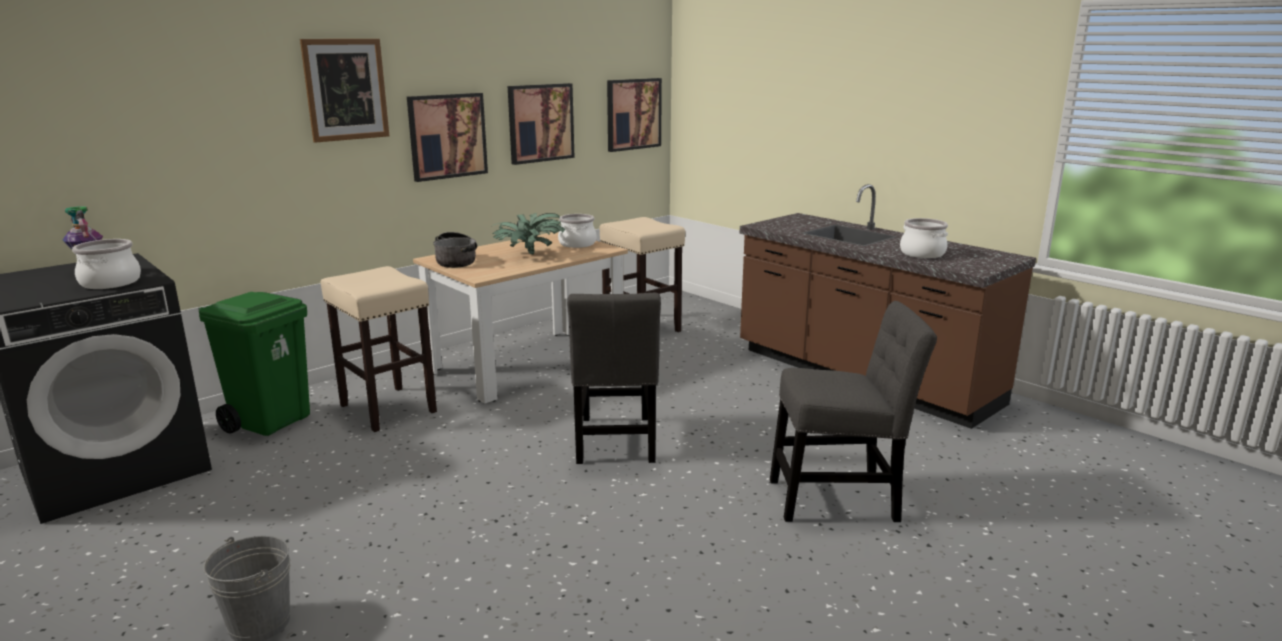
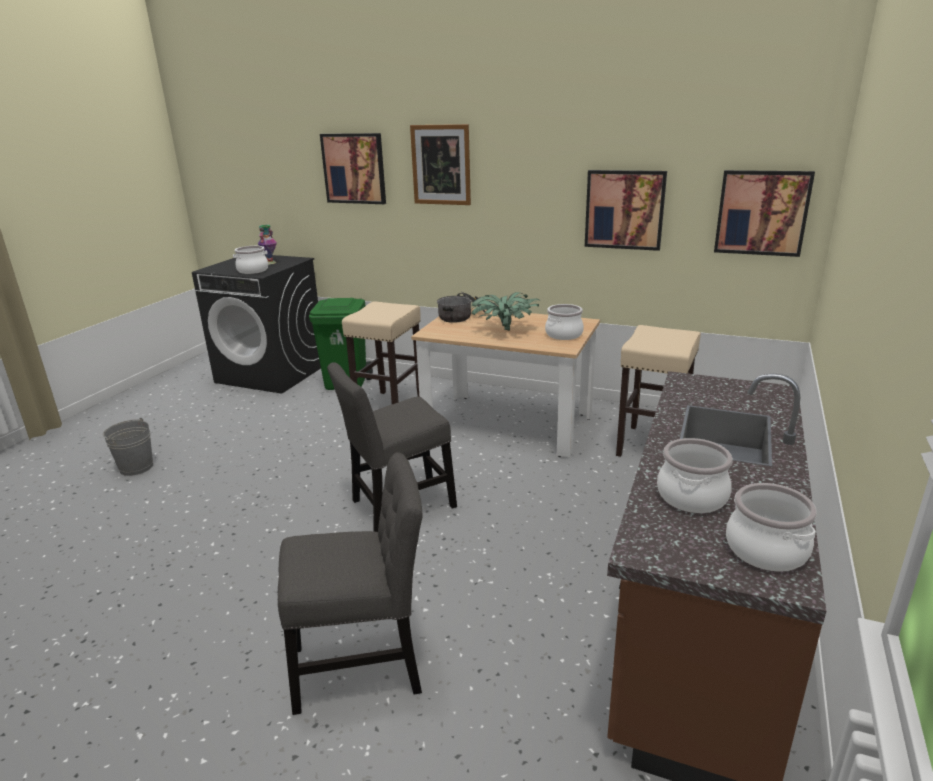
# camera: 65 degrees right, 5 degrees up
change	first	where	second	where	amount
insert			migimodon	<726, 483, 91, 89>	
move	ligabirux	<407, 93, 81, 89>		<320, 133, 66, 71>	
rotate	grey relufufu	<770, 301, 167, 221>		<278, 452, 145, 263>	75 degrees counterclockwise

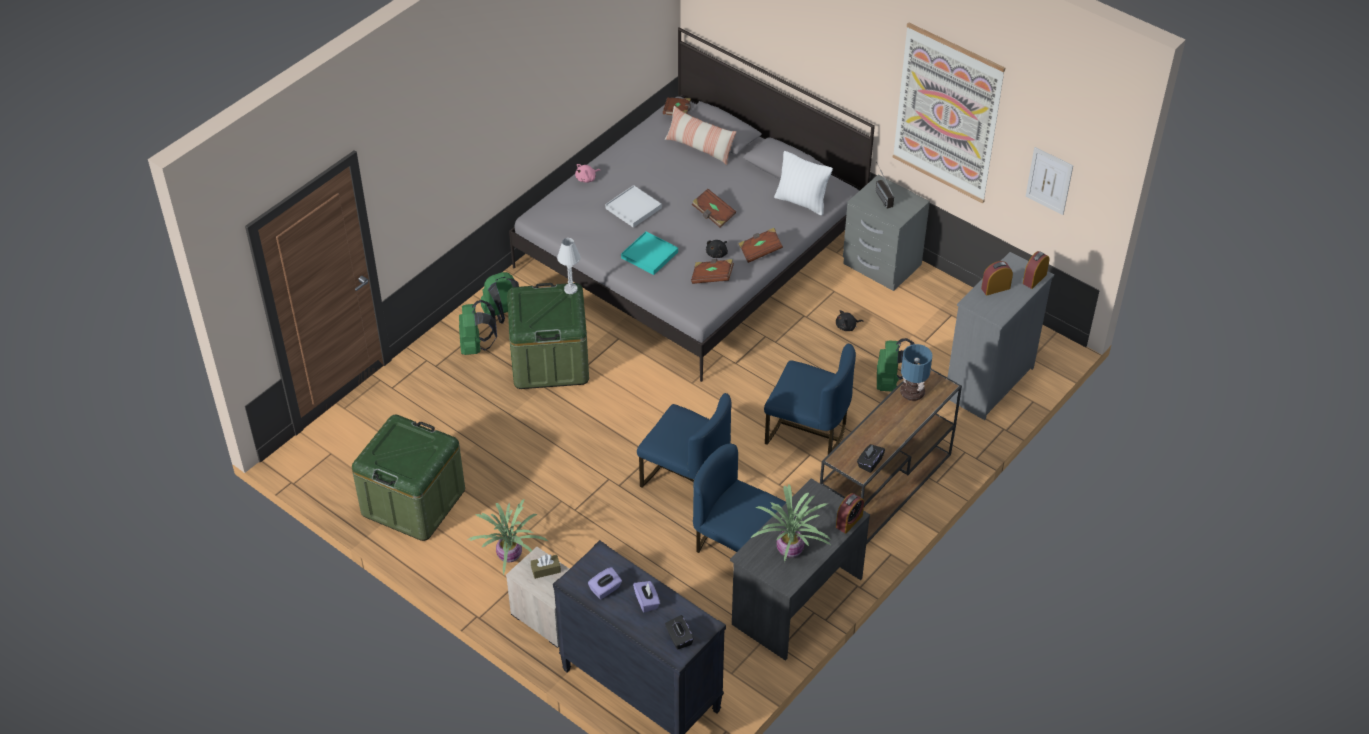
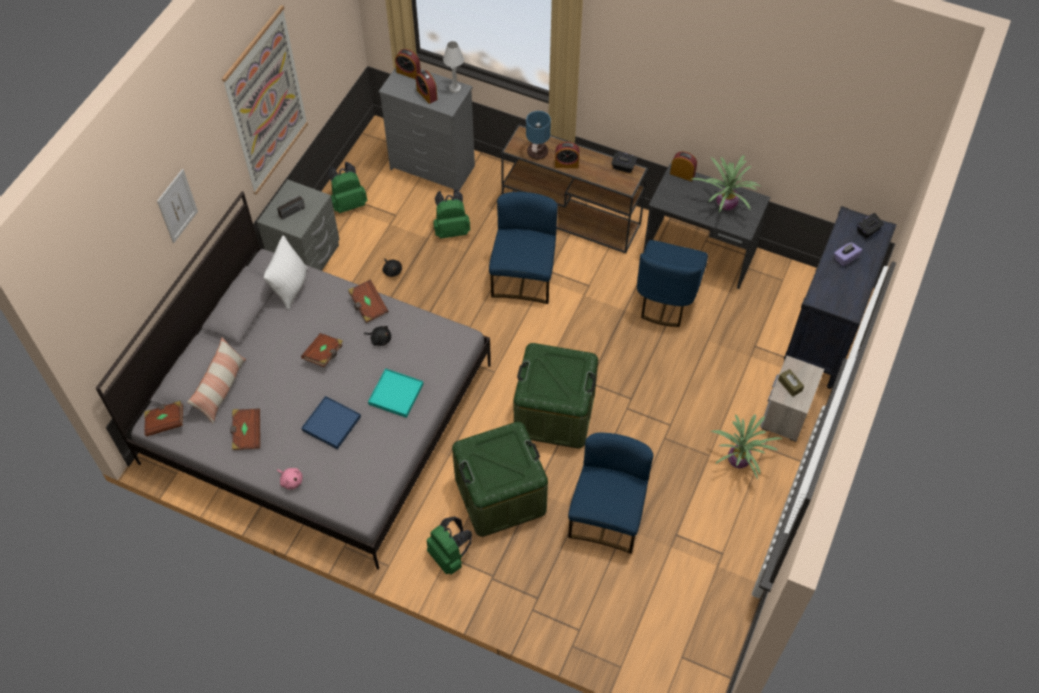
# camera: 105 degrees left, 10 degrees up
change	first	where	second	where	amount
delete	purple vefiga	<588, 567, 34, 32>			
insert			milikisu	<555, 142, 24, 27>	
move	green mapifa	<352, 415, 113, 126>		<514, 343, 84, 105>	
move	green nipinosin	<459, 300, 38, 55>		<328, 162, 39, 51>	
move	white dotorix	<557, 238, 24, 56>		<443, 41, 21, 52>	
move	blue relufufu	<637, 393, 94, 94>		<568, 432, 86, 122>	
move	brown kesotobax	<691, 259, 43, 25>		<230, 408, 30, 42>	
move	ligabirux	<1026, 147, 47, 68>		<157, 169, 41, 74>	
recolor	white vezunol	<605, 185, 57, 43>	blue vezunol	<302, 396, 59, 53>	

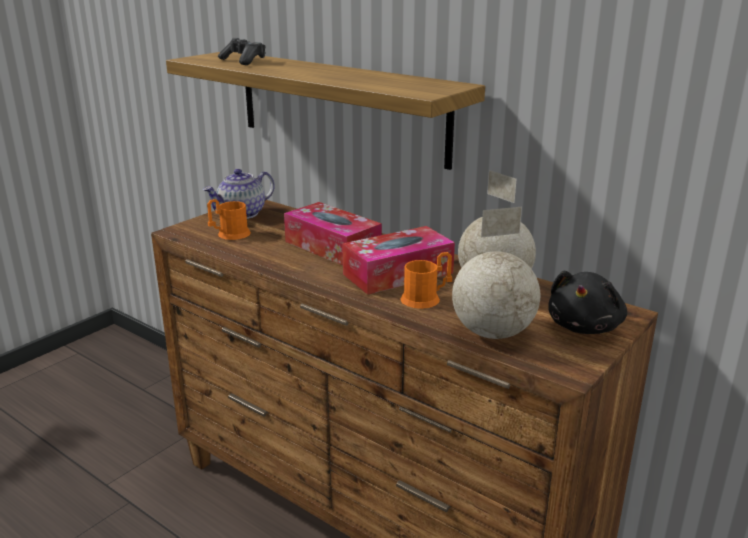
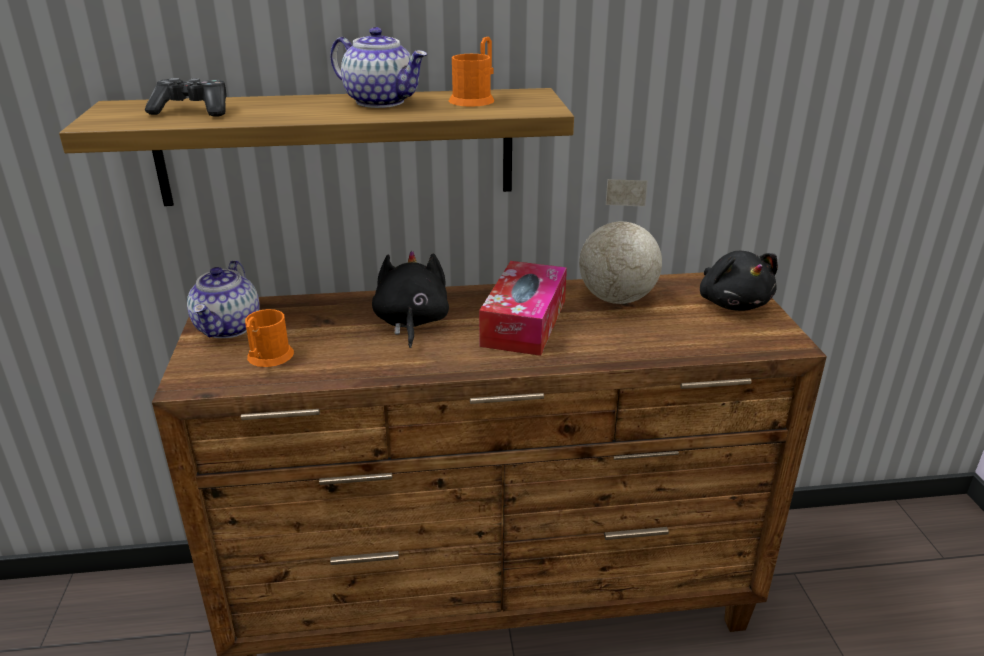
# camera: 45 degrees left, 5 degrees up
change	first	where	second	where	amount
delete	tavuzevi	<452, 207, 88, 132>			
insert			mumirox	<330, 27, 97, 81>	
move	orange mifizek	<400, 252, 52, 57>		<449, 37, 46, 70>	
replace	vefiga	<284, 202, 98, 63>	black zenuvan	<372, 251, 77, 97>	

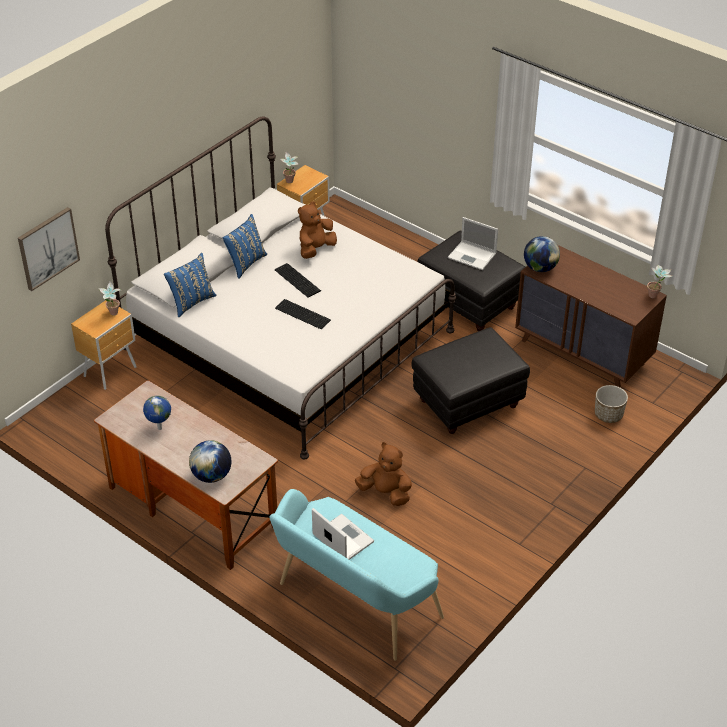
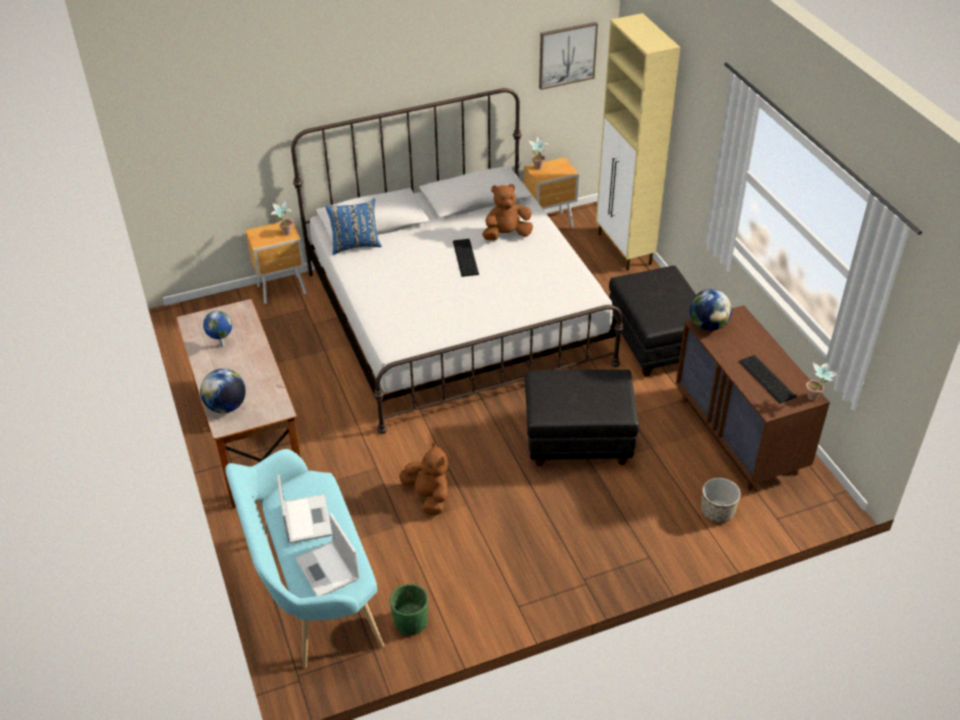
# camera: 30 degrees right, 0 degrees up
change	first	where	second	where	amount
delete	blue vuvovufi	<223, 214, 44, 65>			
insert			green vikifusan	<390, 584, 38, 51>	
insert			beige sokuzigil	<596, 13, 84, 258>	
move	ligabirux	<18, 207, 62, 84>		<539, 22, 59, 68>	
move	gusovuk	<275, 299, 56, 30>		<739, 355, 58, 48>	
move	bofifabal	<448, 217, 50, 53>		<295, 513, 64, 83>	

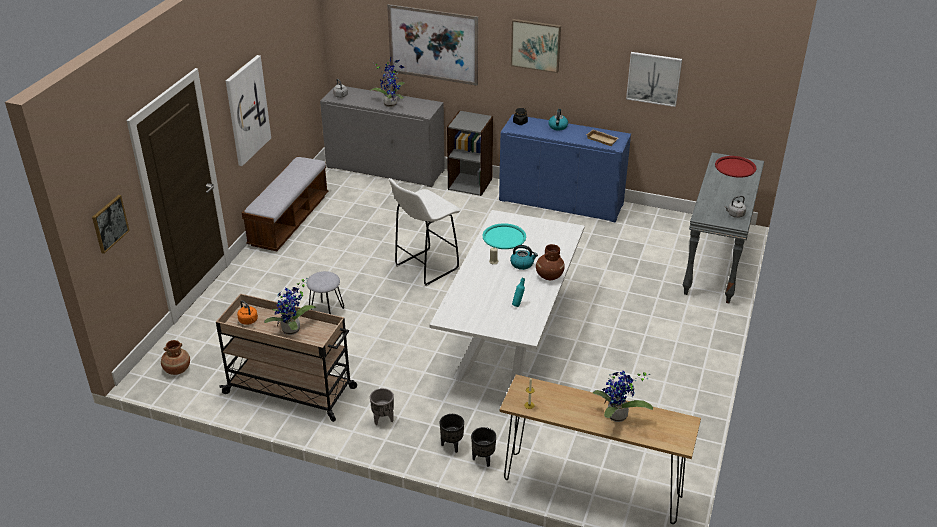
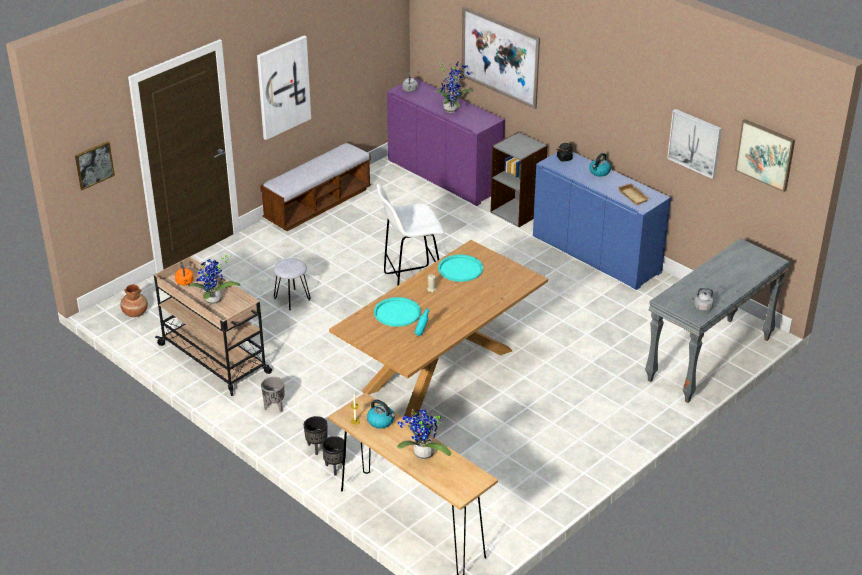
# camera: 25 degrees right, 0 degrees up
change	first	where	second	where	amount
delete	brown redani	<536, 244, 29, 36>			
delete	red vezunol	<715, 156, 41, 22>			
insert			turquoise vezunol	<374, 297, 47, 30>	
move	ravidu	<510, 245, 28, 25>		<367, 400, 28, 28>	
move	ligabirux	<511, 19, 50, 54>		<735, 119, 60, 73>	
recolor	grey sokuzigil	<320, 86, 125, 101>	purple sokuzigil	<387, 78, 118, 128>	
recolor	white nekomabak	<430, 210, 155, 176>	brown nekomabak	<329, 240, 219, 180>	

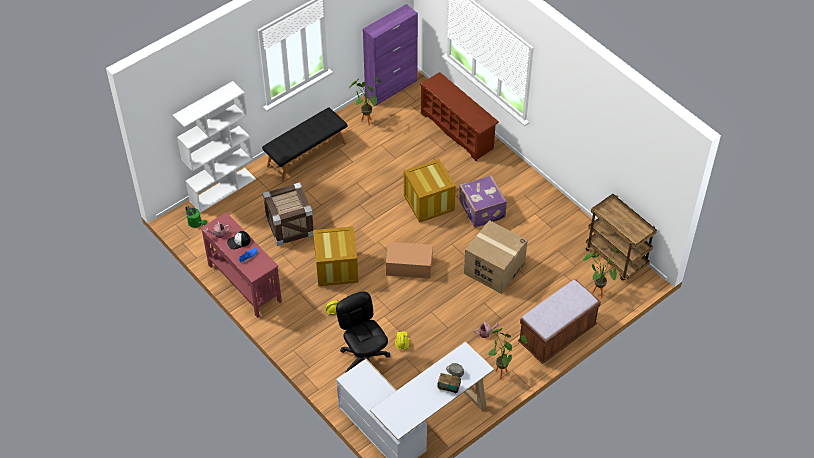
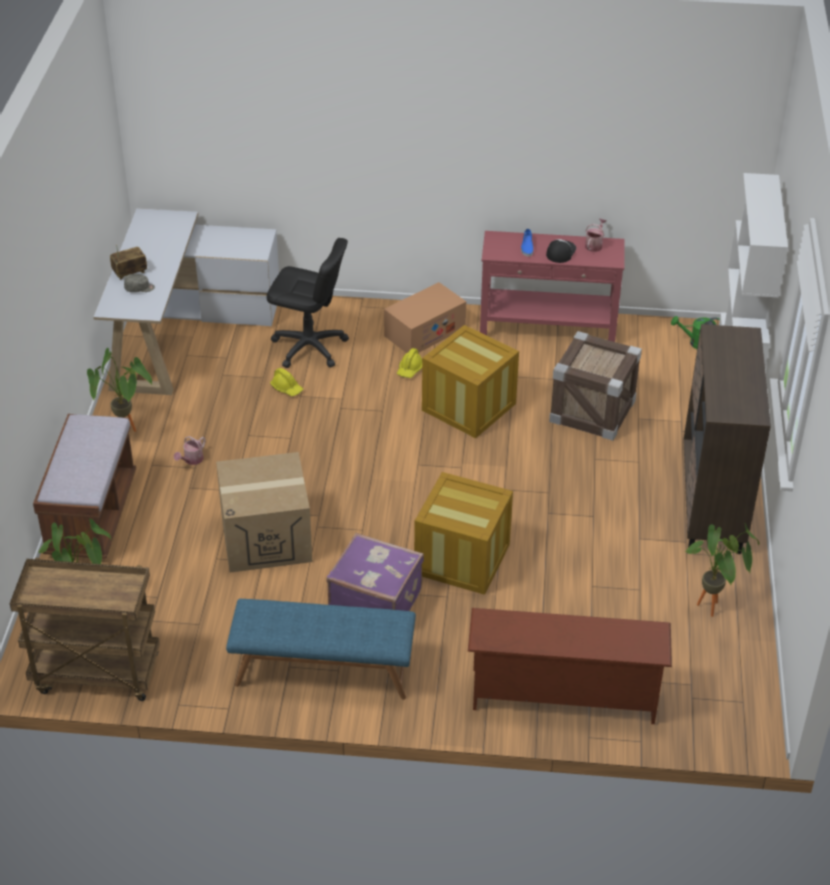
# camera: 135 degrees right, 10 degrees down
change	first	where	second	where	amount
delete	purple sokuzigil	<363, 4, 55, 102>			
insert			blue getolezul	<226, 599, 190, 101>	
move	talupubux	<386, 242, 47, 37>		<384, 282, 82, 71>	
replace	black getolezul	<262, 107, 85, 75>	brown sokuzigil	<683, 324, 88, 230>	

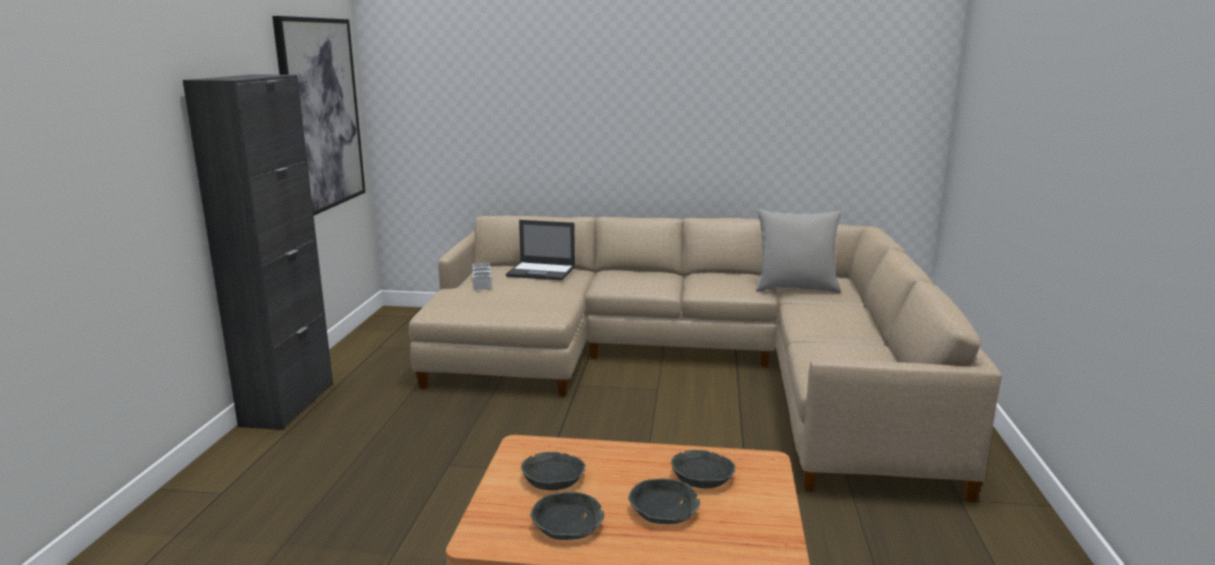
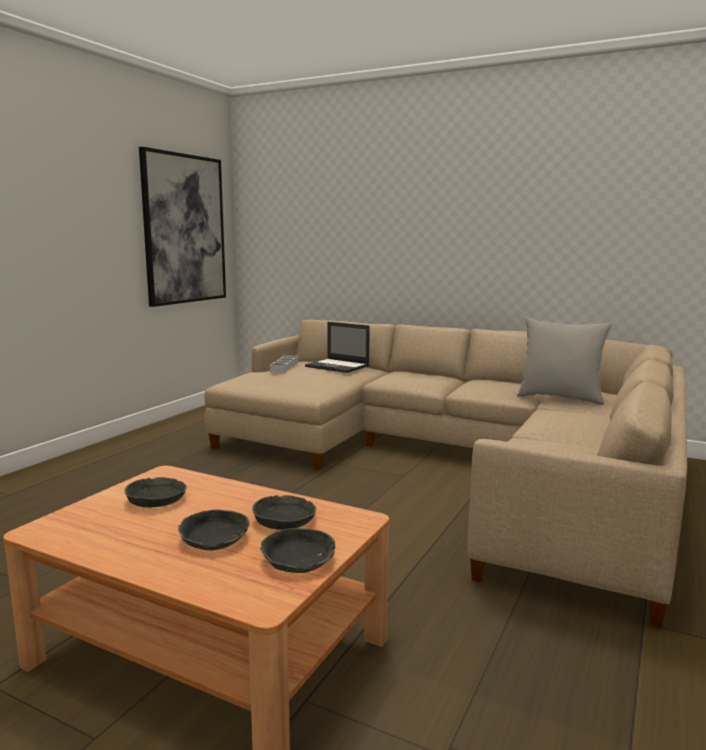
# camera: 20 degrees right, 5 degrees down
change	first	where	second	where	amount
delete	black sokuzigil	<183, 75, 150, 355>			
move	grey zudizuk	<530, 492, 74, 48>		<260, 528, 76, 45>	

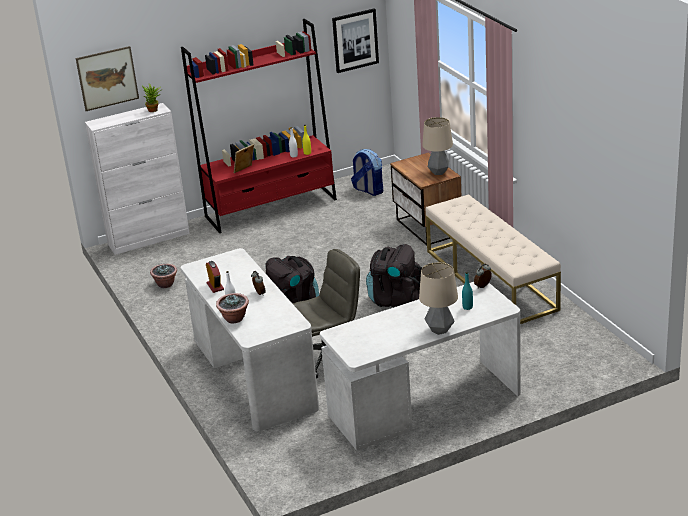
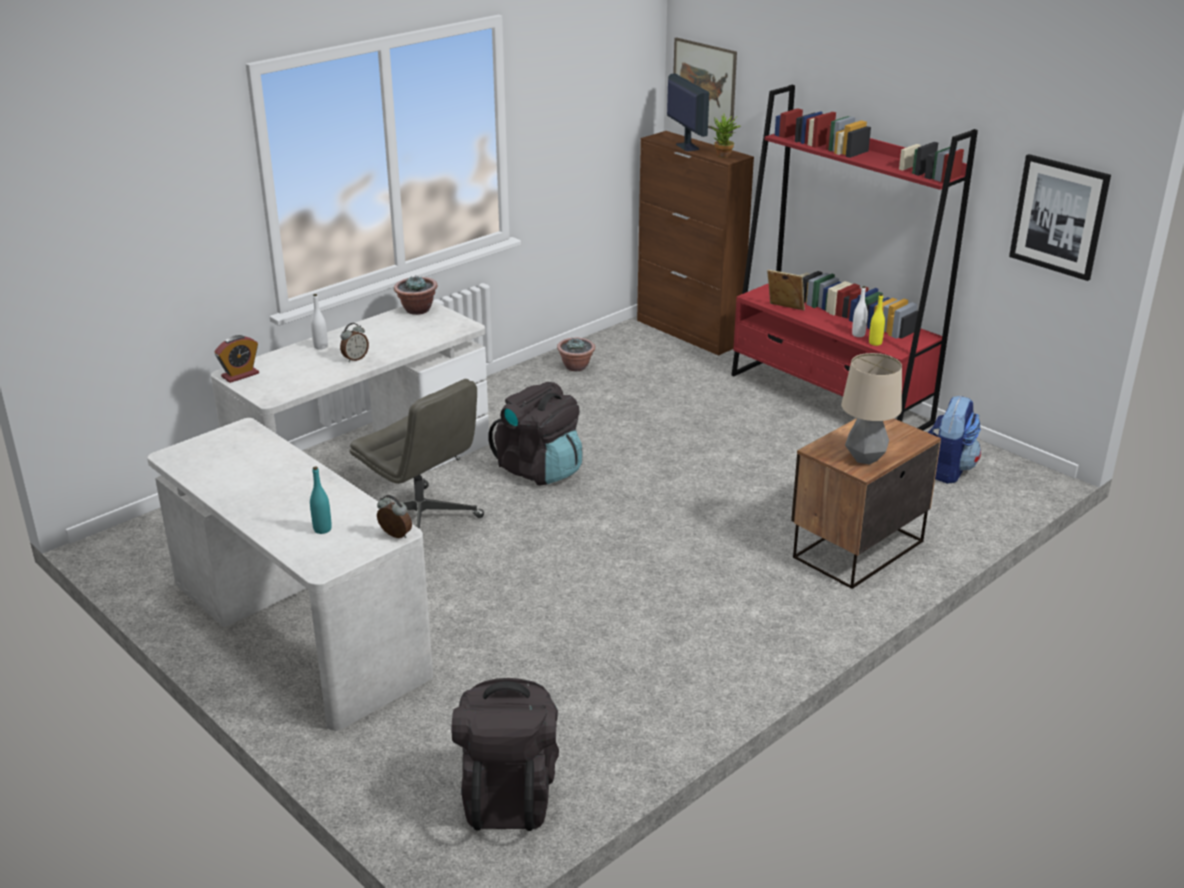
# camera: 70 degrees right, 0 degrees up
change	first	where	second	where	amount
delete	dotorix	<419, 262, 39, 73>			
delete	beige getolezul	<426, 194, 135, 130>			
insert			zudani	<667, 73, 42, 78>	
move	milikisu	<206, 261, 18, 32>		<214, 335, 45, 48>	
move	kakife	<216, 293, 33, 30>		<394, 276, 43, 39>	
move	black nipinosin	<366, 244, 56, 63>		<452, 678, 107, 153>	
recolor	white sokuzigil	<85, 103, 105, 152>	brown sokuzigil	<637, 131, 117, 225>	

